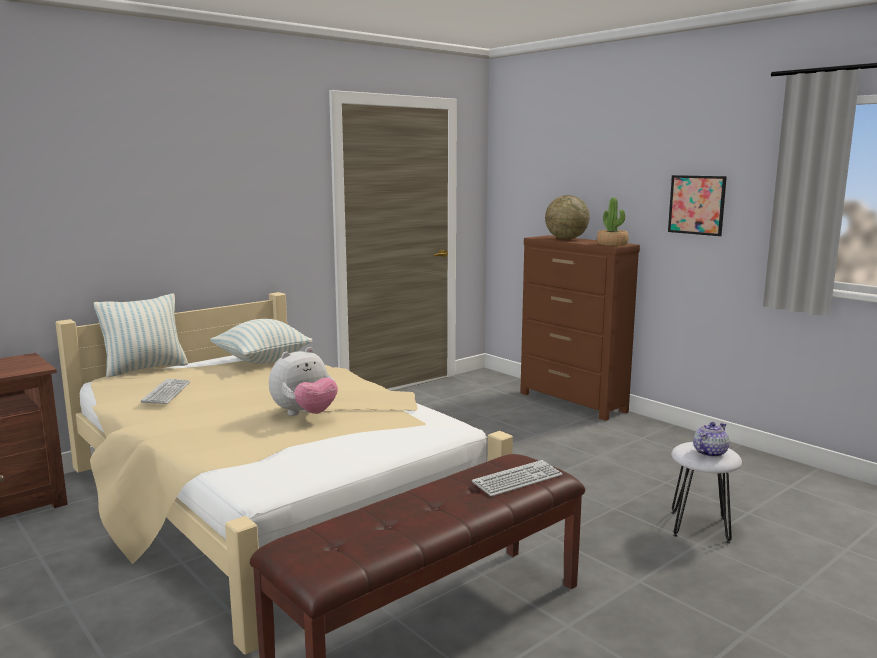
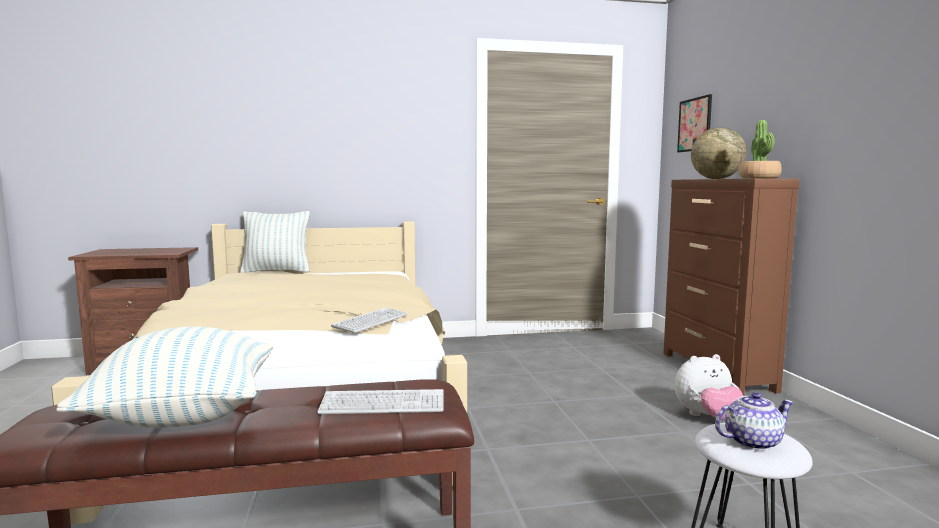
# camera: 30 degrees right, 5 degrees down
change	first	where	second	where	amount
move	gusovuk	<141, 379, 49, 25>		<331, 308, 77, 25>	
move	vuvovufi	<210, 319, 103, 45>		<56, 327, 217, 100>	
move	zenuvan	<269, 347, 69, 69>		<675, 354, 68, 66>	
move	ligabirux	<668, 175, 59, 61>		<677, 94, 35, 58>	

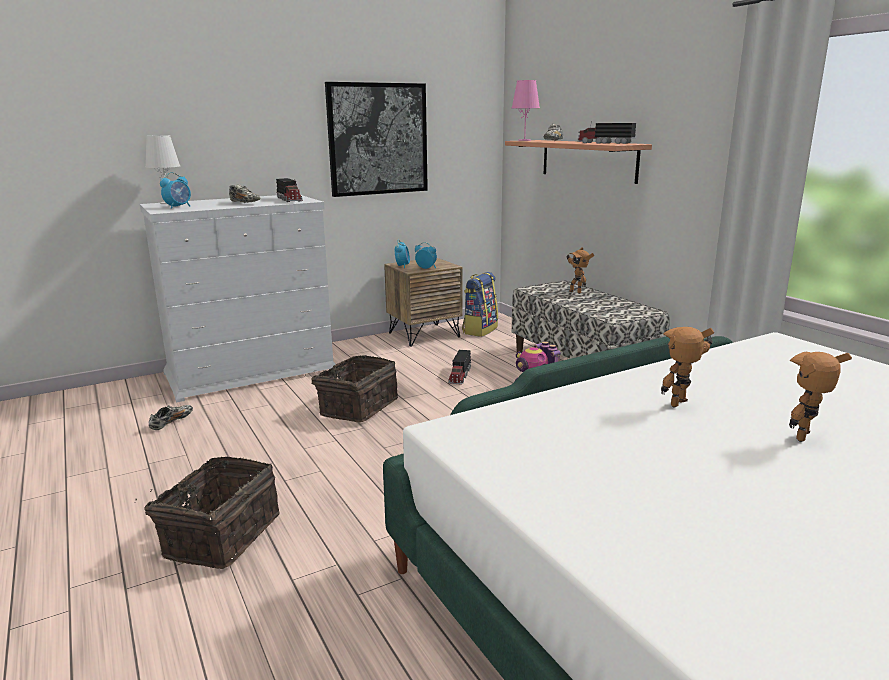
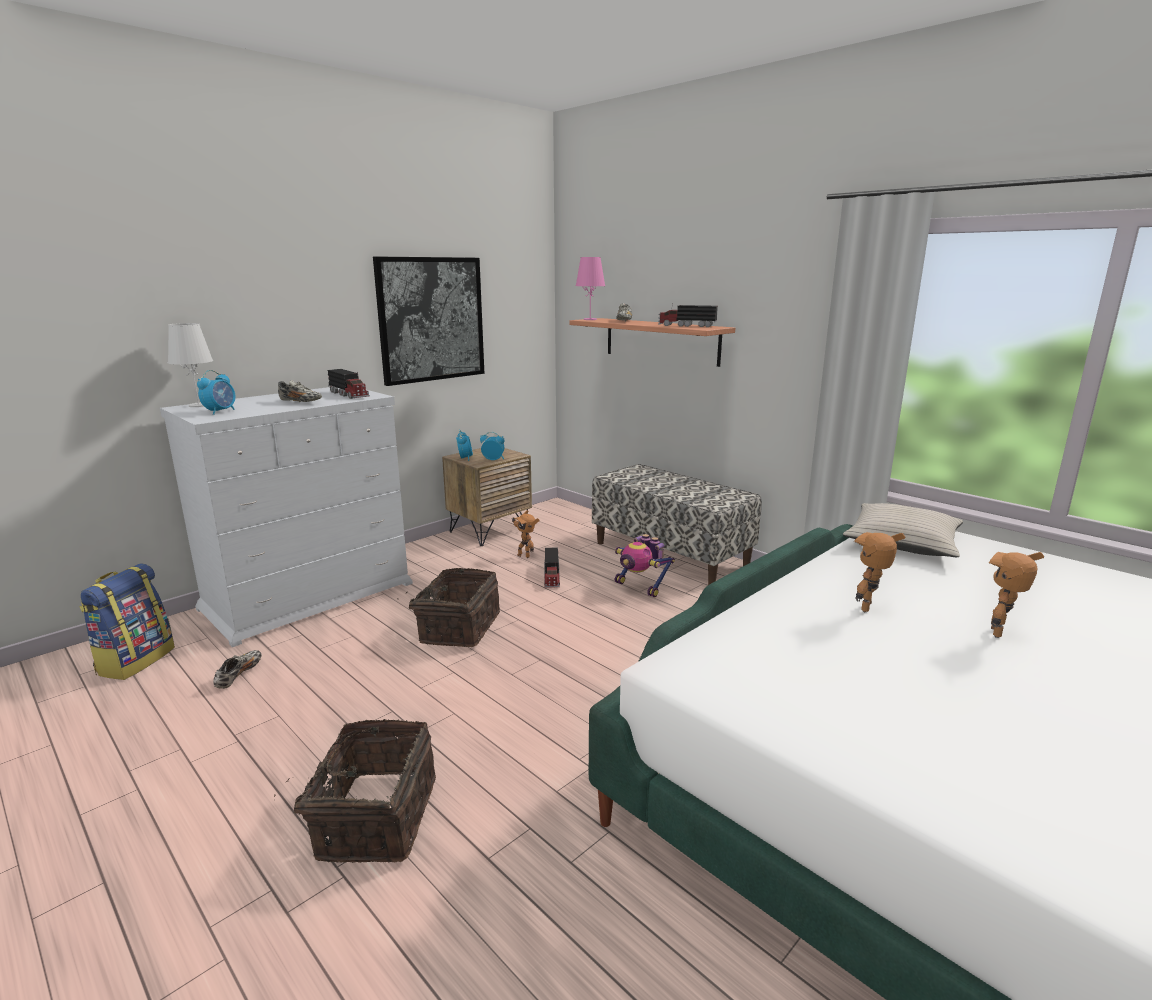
# camera: 15 degrees left, 0 degrees up
change	first	where	second	where	amount
insert			beige vuvovufi	<843, 503, 120, 54>	
move	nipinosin	<462, 272, 36, 65>		<80, 563, 95, 117>	
move	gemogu	<566, 247, 28, 47>		<512, 510, 28, 48>	

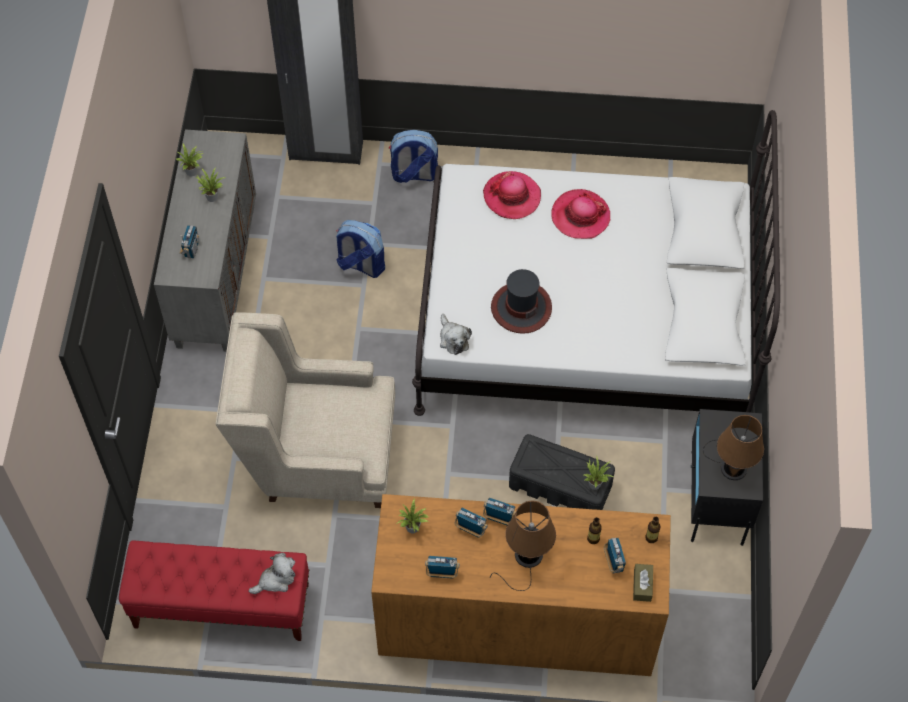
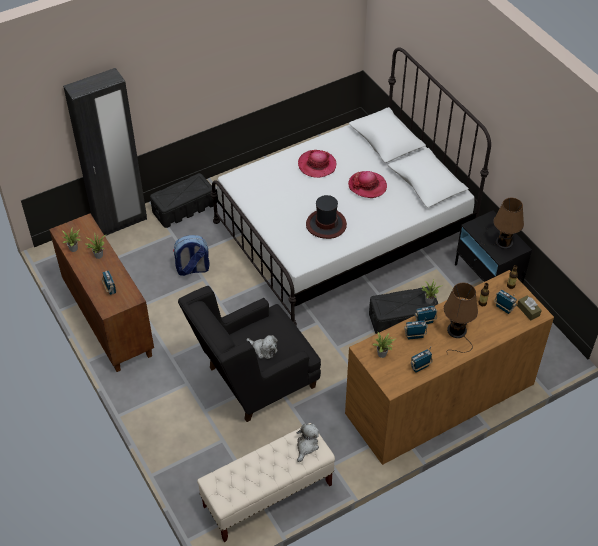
# camera: 35 degrees left, 10 degrees down
change	first	where	second	where	amount
move	zenuvan	<440, 314, 32, 41>		<247, 335, 31, 24>	
move	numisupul	<483, 171, 58, 48>		<348, 171, 39, 27>	
replace	nipinosin	<389, 130, 49, 53>	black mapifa	<150, 173, 64, 55>	
recolor	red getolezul	<119, 540, 190, 101>	beige getolezul	<197, 423, 138, 119>	
recolor	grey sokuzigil	<154, 130, 102, 222>	brown sokuzigil	<49, 213, 105, 159>	
recolor	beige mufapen	<216, 312, 180, 196>	black mufapen	<178, 286, 143, 136>	

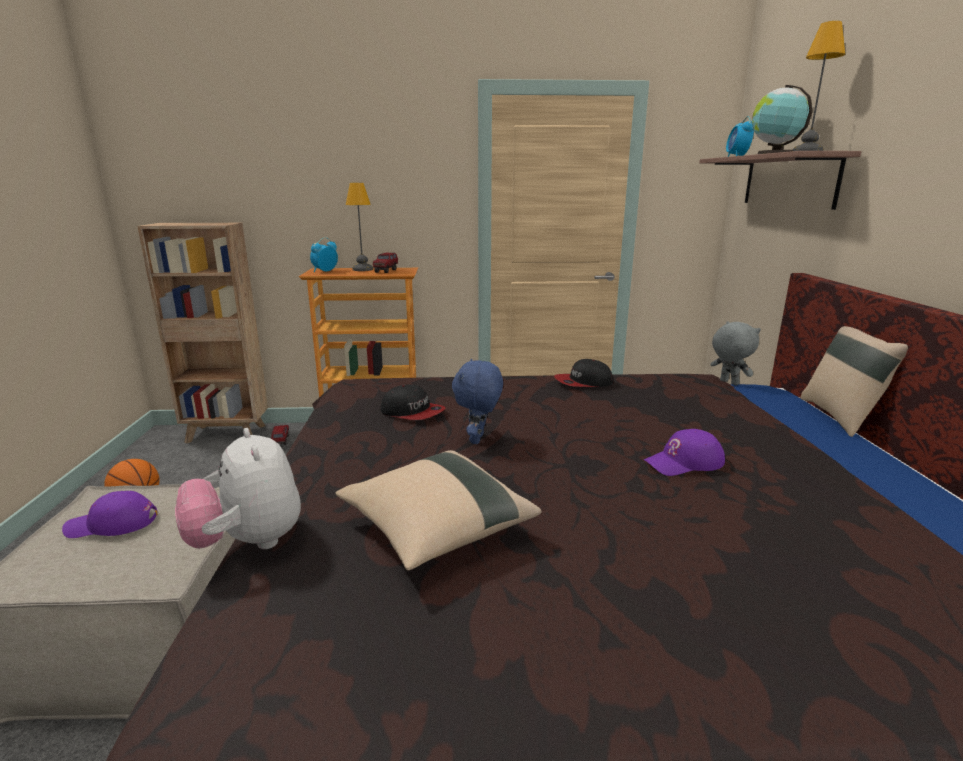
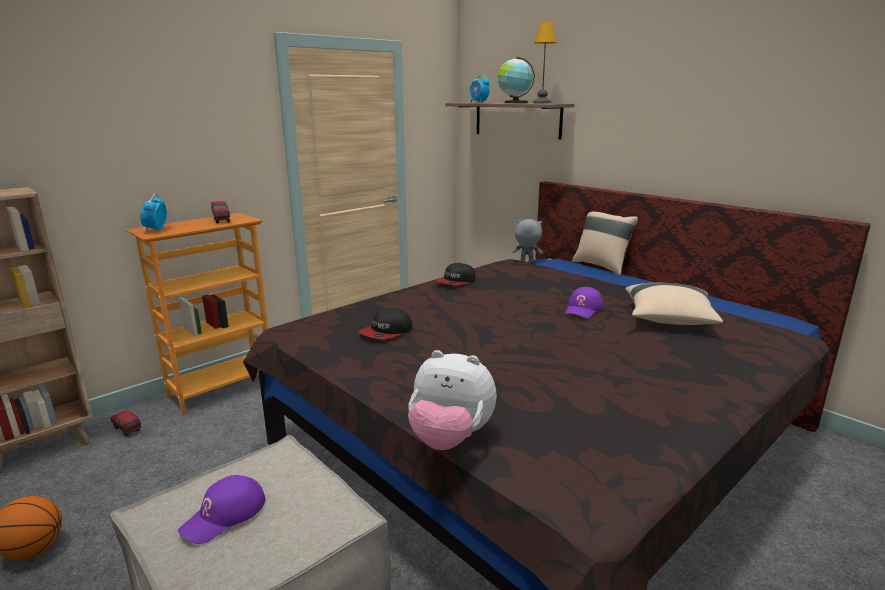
# camera: 40 degrees left, 0 degrees up
change	first	where	second	where	amount
delete	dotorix	<346, 183, 27, 88>			
delete	blue zenuvan	<452, 359, 51, 85>			
move	beige vuvovufi	<336, 450, 205, 120>		<625, 283, 98, 42>	
rotate	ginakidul	<380, 384, 66, 36>		<359, 308, 53, 31>	135 degrees clockwise

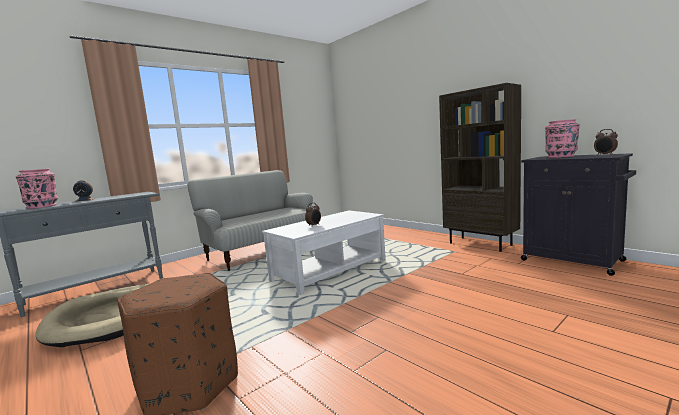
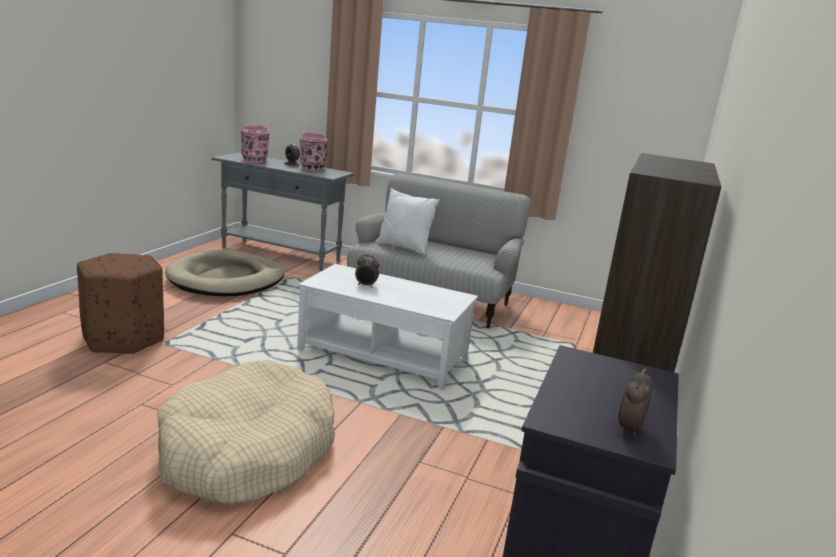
# camera: 60 degrees right, 10 degrees up
change	first	where	second	where	amount
insert			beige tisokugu	<157, 360, 178, 144>	
insert			white vuvovufi	<376, 188, 63, 67>	
move	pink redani	<545, 119, 35, 39>		<300, 132, 28, 39>	

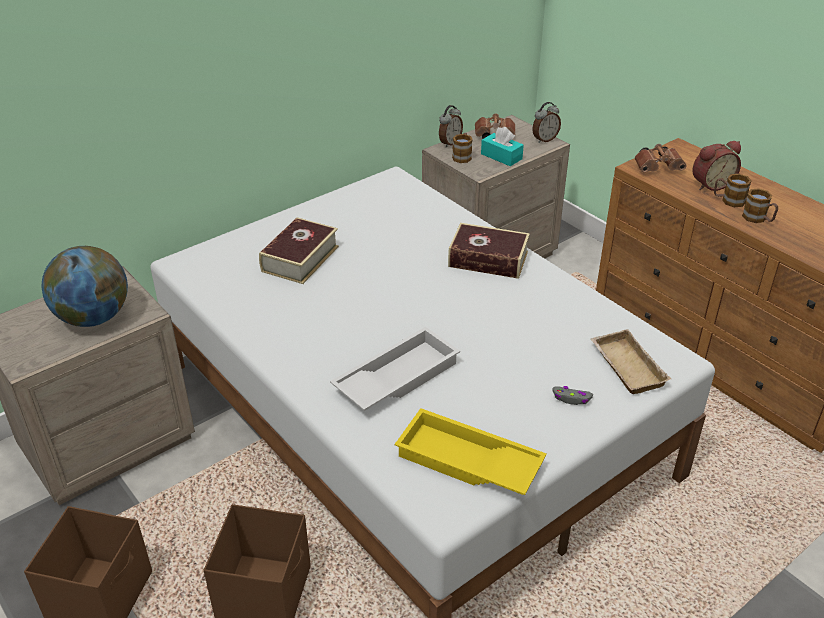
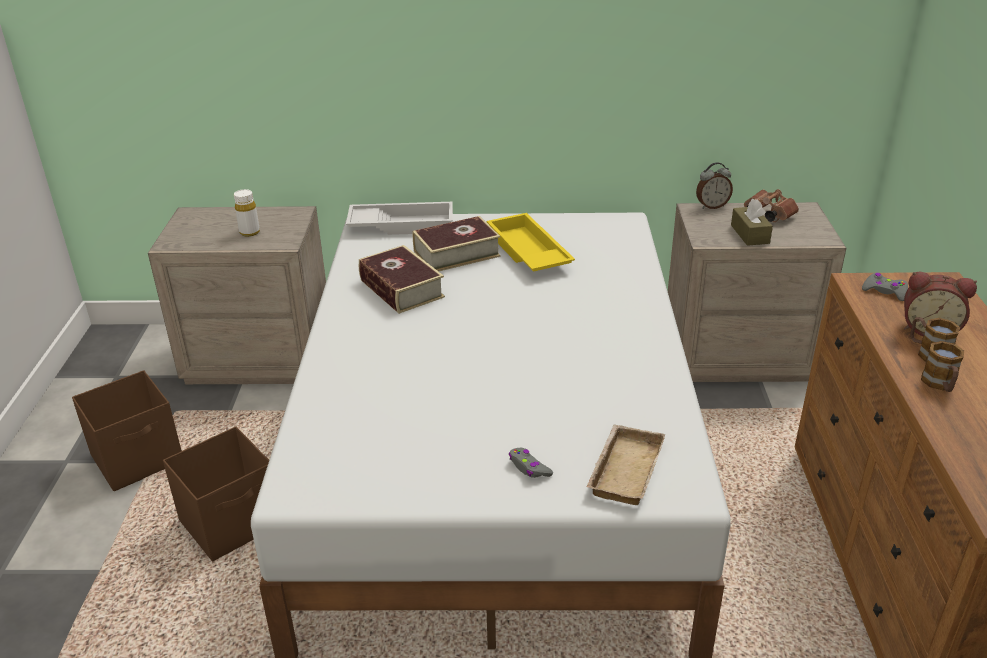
# camera: 40 degrees right, 5 degrees down
change	first	where	second	where	amount
delete	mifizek	<452, 133, 21, 30>			
delete	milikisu	<532, 102, 29, 41>			
move	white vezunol	<330, 327, 130, 84>		<346, 202, 107, 33>	
move	yellow vezunol	<395, 408, 152, 87>		<487, 213, 88, 59>	
move	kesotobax	<448, 223, 82, 56>		<359, 245, 86, 69>	
replace	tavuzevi	<41, 246, 87, 81>	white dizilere	<234, 189, 26, 48>	
replace	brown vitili	<635, 144, 52, 28>	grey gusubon	<862, 273, 46, 28>	
recolor	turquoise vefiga	<481, 127, 43, 39>	brown vefiga	<731, 199, 42, 47>	

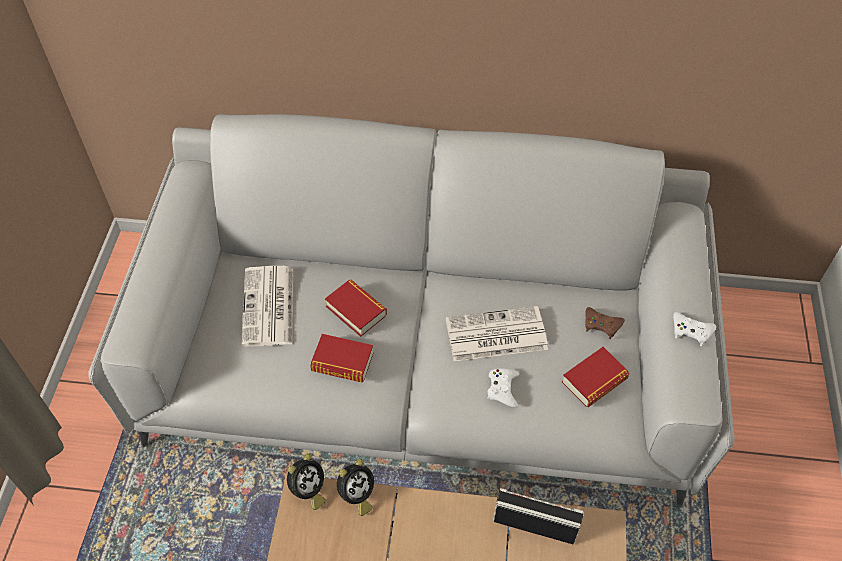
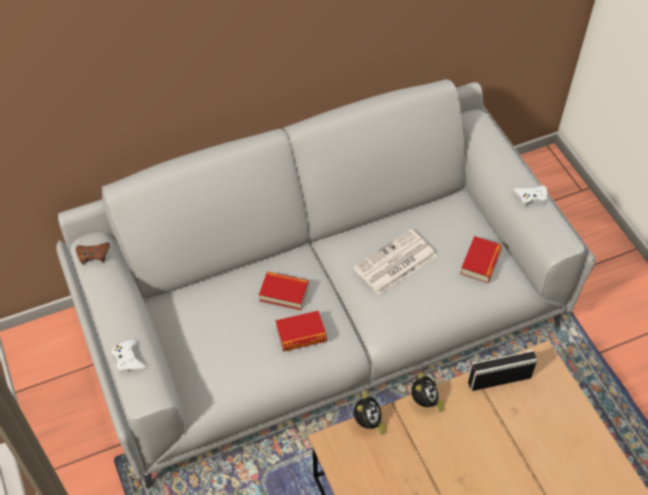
# camera: 30 degrees left, 0 degrees up
change	first	where	second	where	amount
delete	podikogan	<241, 266, 52, 81>			
move	milikisu	<287, 454, 39, 56>		<411, 373, 33, 39>	
move	white gusubon	<488, 368, 31, 39>		<112, 340, 35, 33>	
move	brown gusubon	<585, 307, 40, 32>		<76, 242, 34, 23>	

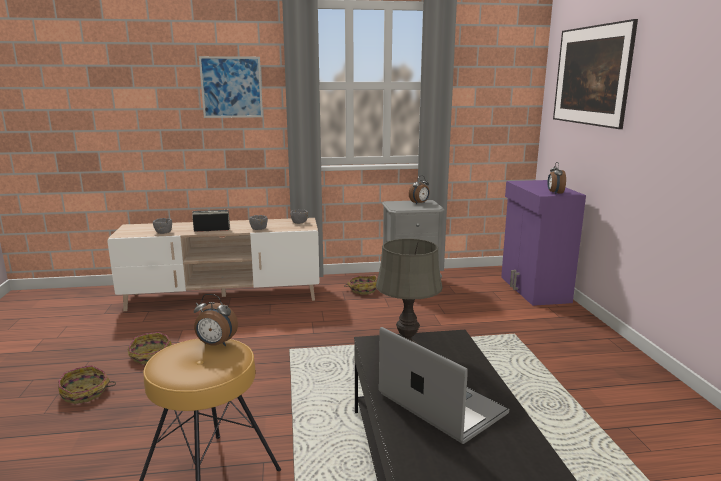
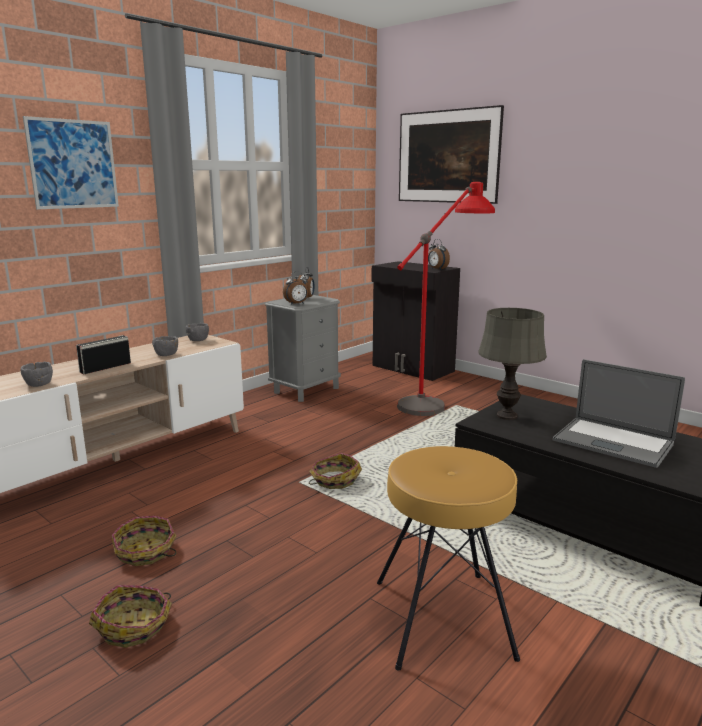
# camera: 40 degrees left, 0 degrees up
change	first	where	second	where	amount
insert			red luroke	<397, 182, 98, 234>	
move	milikisu	<194, 294, 44, 52>		<283, 271, 25, 34>	
move	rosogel	<344, 275, 34, 19>		<309, 453, 53, 36>	
recolor	purple sokuzigil	<501, 180, 85, 126>	black sokuzigil	<371, 261, 89, 120>	
rotate	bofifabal	<379, 327, 130, 117>		<553, 359, 132, 109>	150 degrees counterclockwise

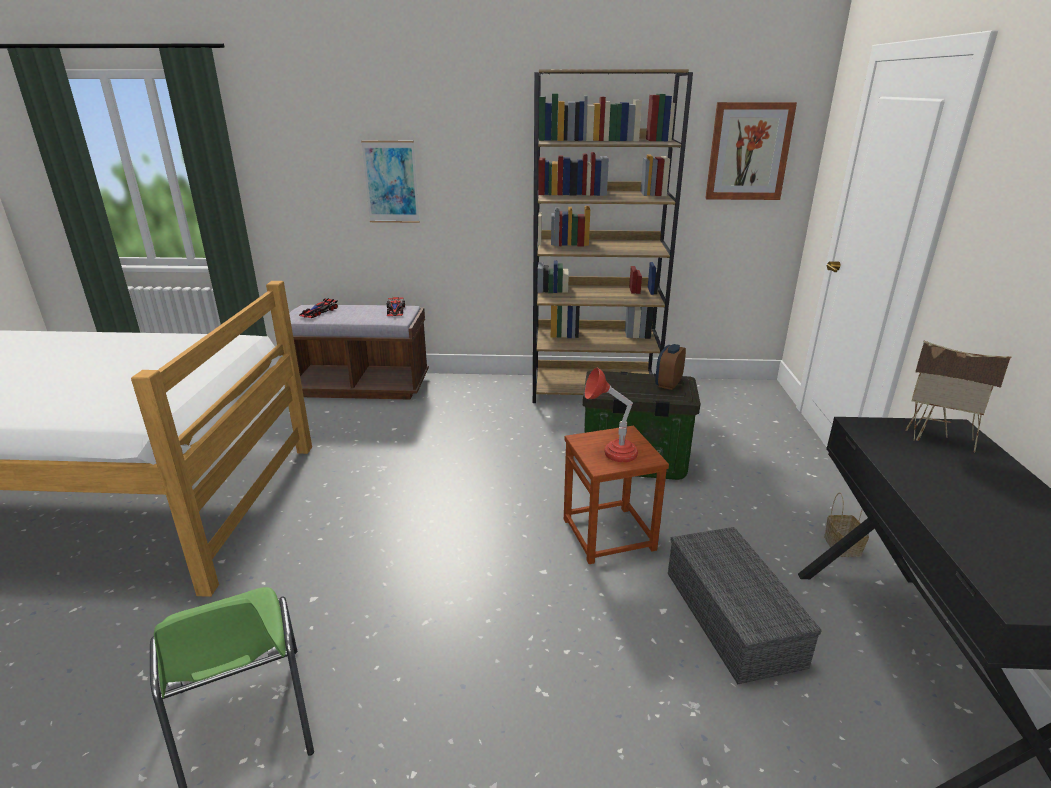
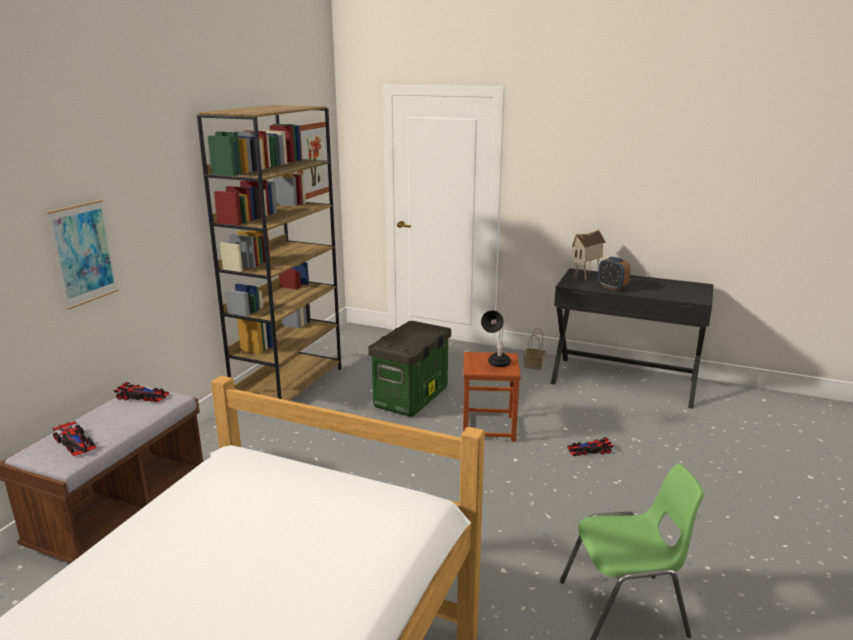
# camera: 70 degrees left, 5 degrees down
change	first	where	second	where	amount
delete	grey mapifa	<668, 527, 154, 157>			
insert			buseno	<567, 437, 47, 19>	
move	milikisu	<655, 344, 31, 46>		<598, 257, 33, 33>	
recolor	red dotorix	<585, 367, 53, 95>	black dotorix	<481, 310, 30, 57>	

